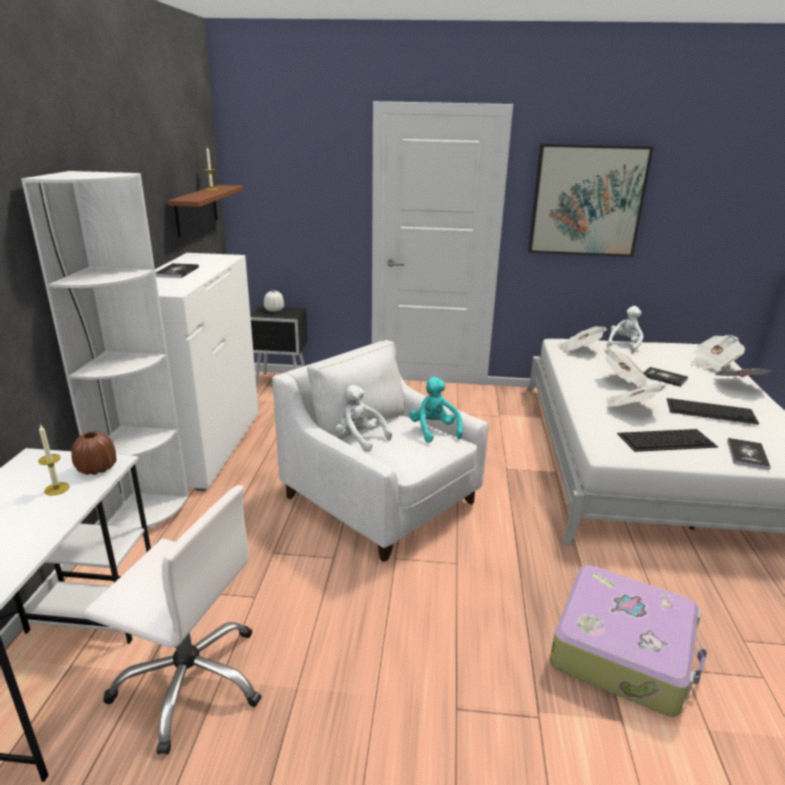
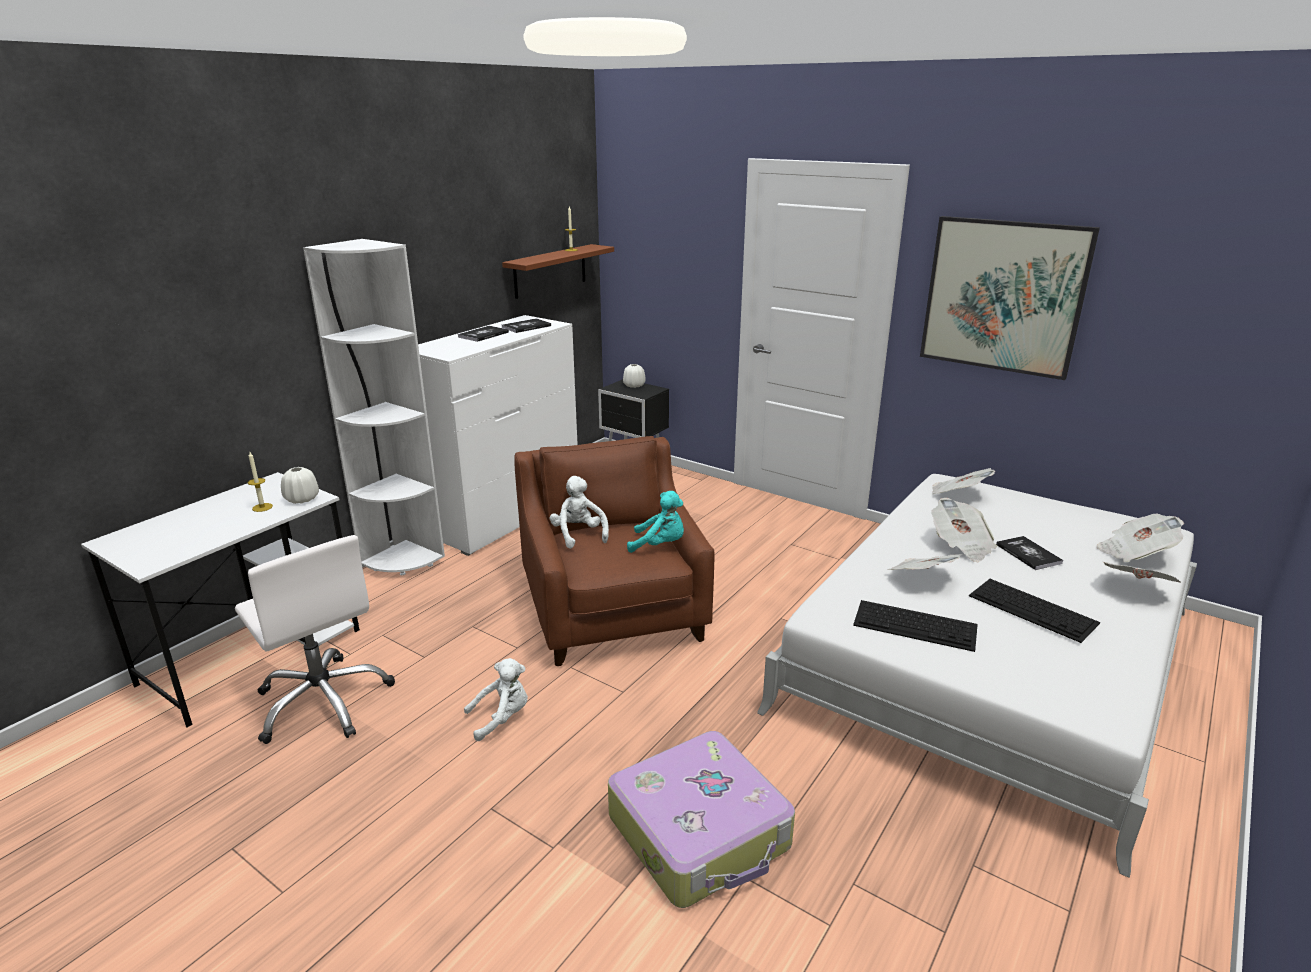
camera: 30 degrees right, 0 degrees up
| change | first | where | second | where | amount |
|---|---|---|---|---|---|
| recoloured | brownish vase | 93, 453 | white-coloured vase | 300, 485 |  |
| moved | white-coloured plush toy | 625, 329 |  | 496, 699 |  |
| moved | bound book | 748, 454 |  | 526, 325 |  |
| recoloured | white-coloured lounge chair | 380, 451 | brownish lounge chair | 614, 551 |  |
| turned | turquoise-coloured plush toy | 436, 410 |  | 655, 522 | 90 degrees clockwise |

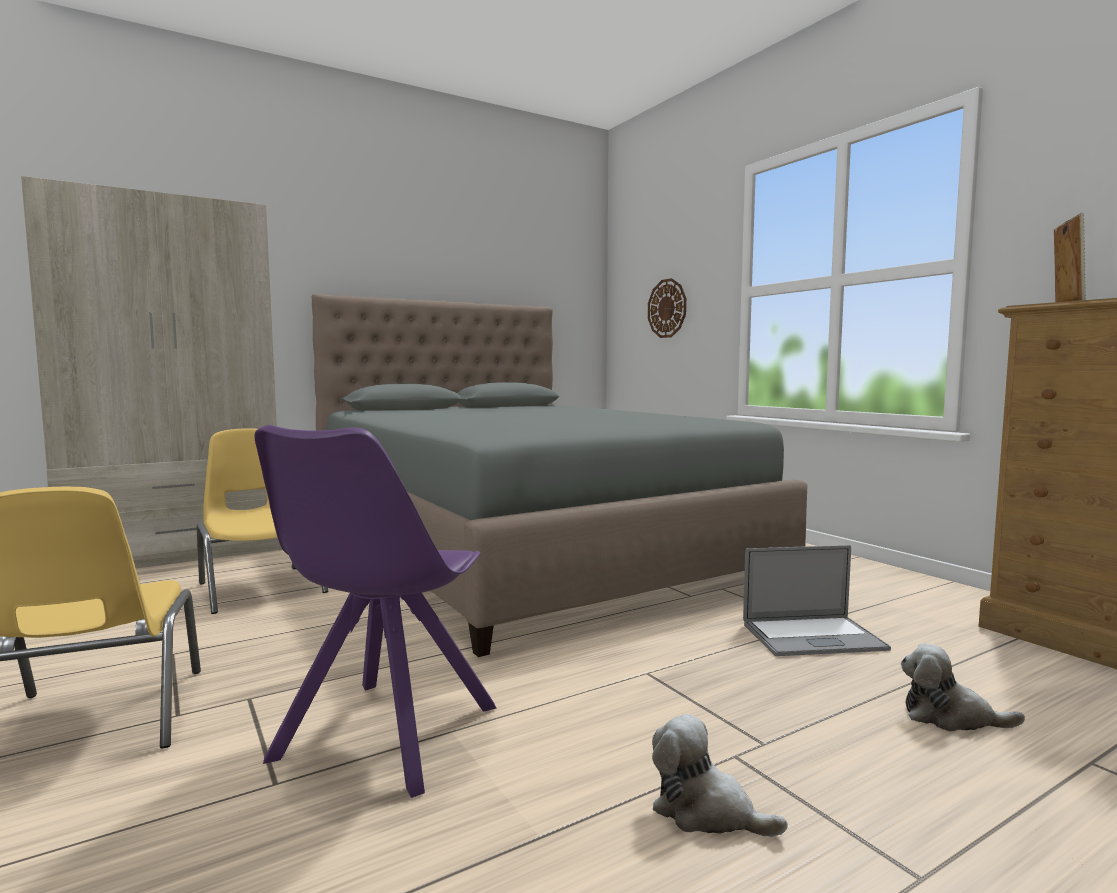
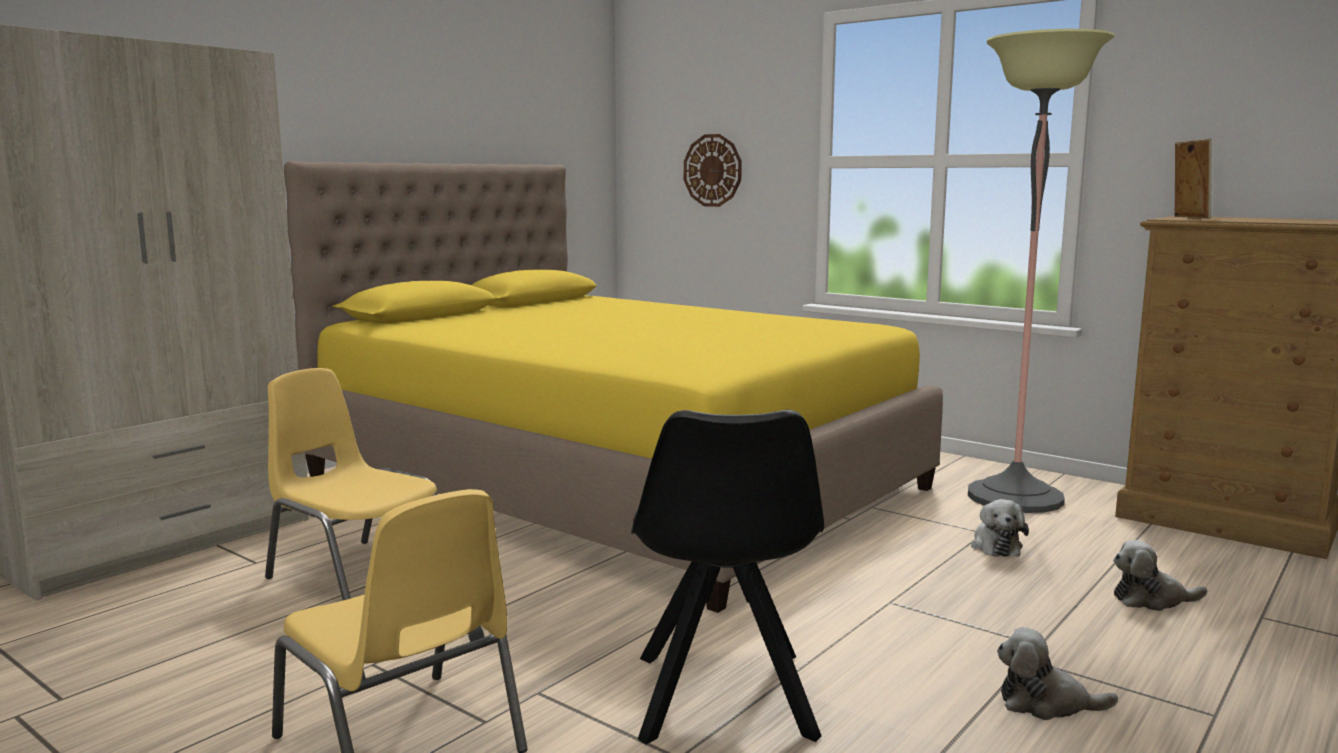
camera: 20 degrees left, 5 degrees up
| change | first | where | second | where | amount |
|---|---|---|---|---|---|
| recoloured | greyish bedroom bed | 560, 475 | yellowish bedroom bed | 613, 387 |  |
| recoloured | purplish plain chair | 375, 611 | blackish plain chair | 727, 577 |  |
| added |  |  | standing lamp | 1041, 271 |  |
| replaced | portable computer | 817, 600 | plush toy | 1000, 528 |  |

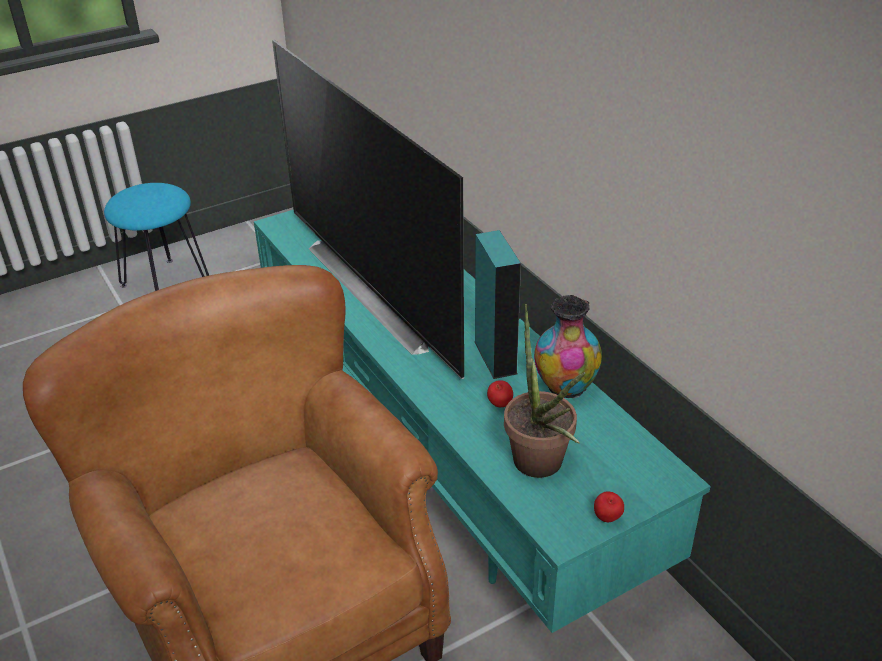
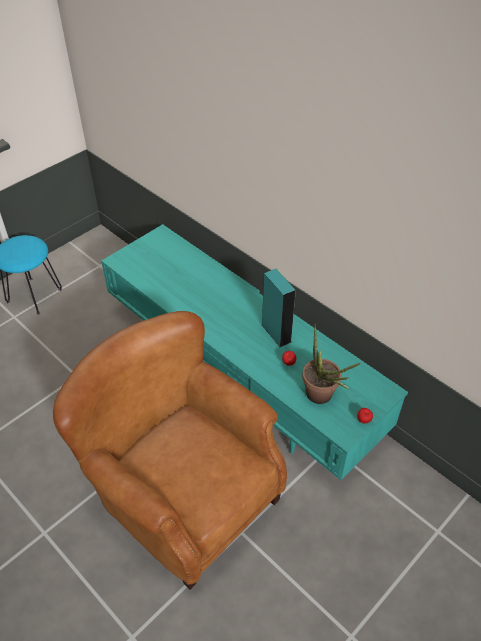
camera: 15 degrees left, 10 degrees up
| change | first | where | second | where | amount |
|---|---|---|---|---|---|
| removed | television | 368, 209 |  |  |  |
| removed | vase | 568, 347 |  |  |  |

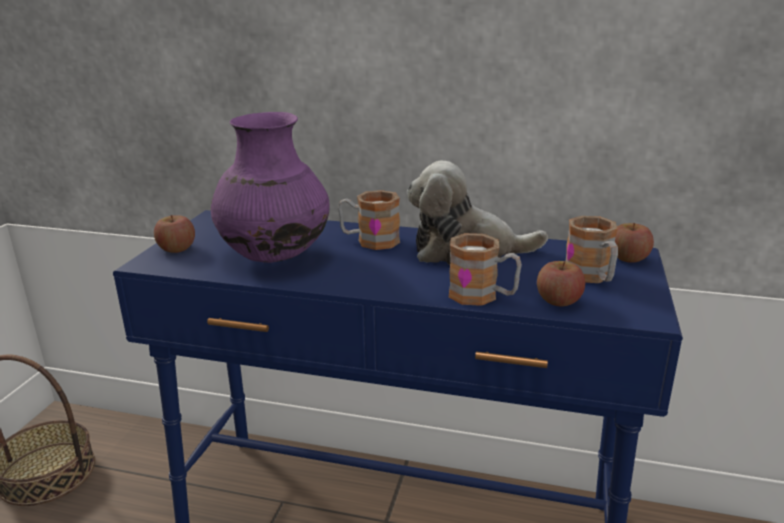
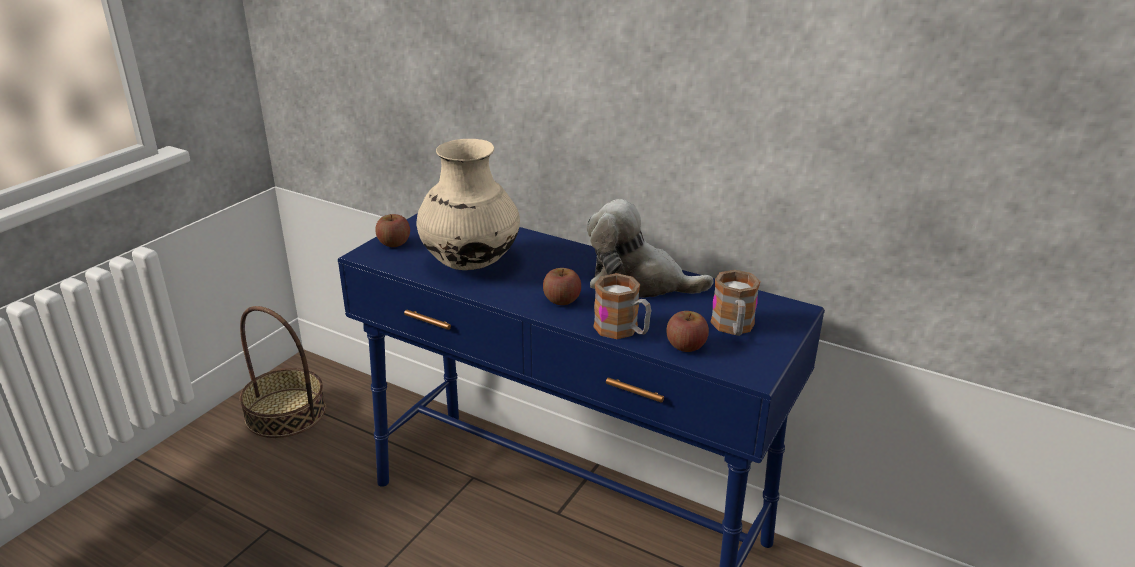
camera: 15 degrees right, 5 degrees up
| change | first | where | second | where | amount |
|---|---|---|---|---|---|
| recoloured | purplish vase | 270, 187 | beige vase | 468, 204 |  |
| moved | whole apple | 634, 243 |  | 562, 286 |  |
| removed | tea mug | 369, 220 |  |  |  |

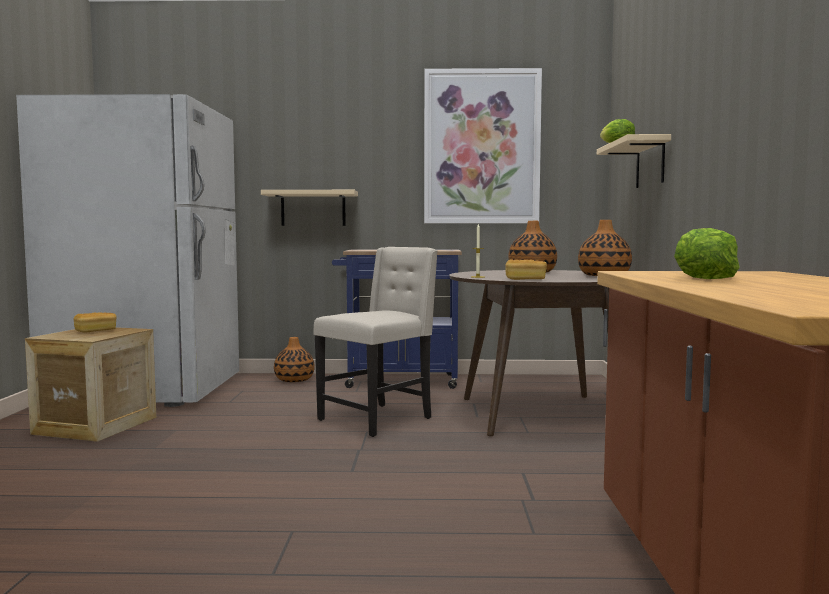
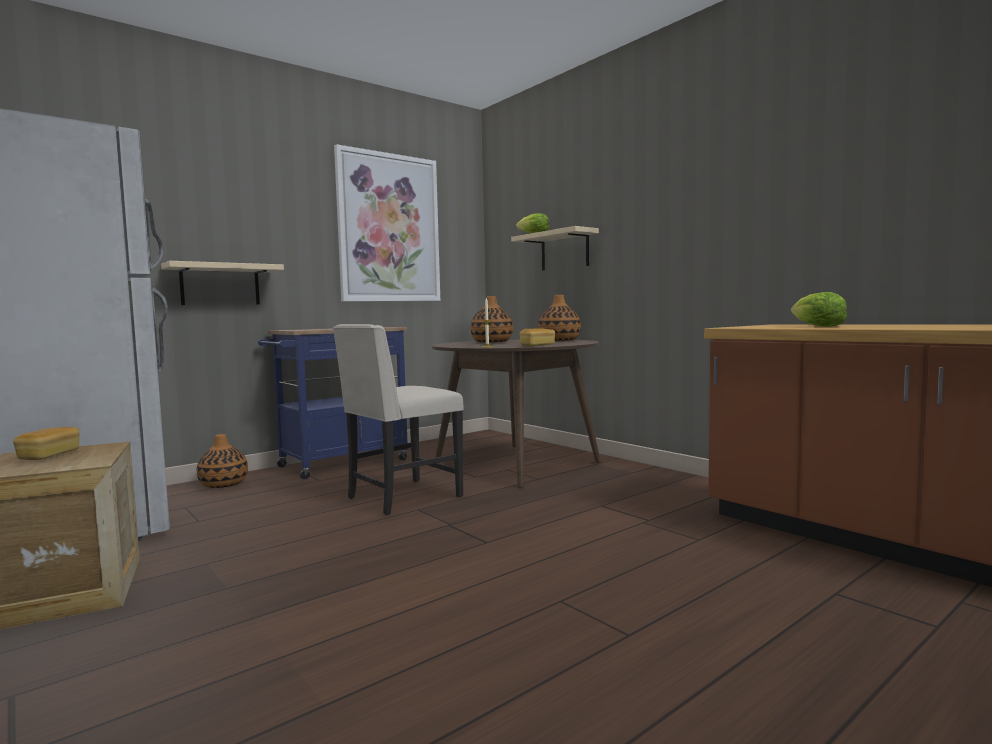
camera: 40 degrees left, 0 degrees up
| change | first | where | second | where | amount |
|---|---|---|---|---|---|
| turned | beige plain chair | 376, 342 |  | 398, 419 | 135 degrees counterclockwise |

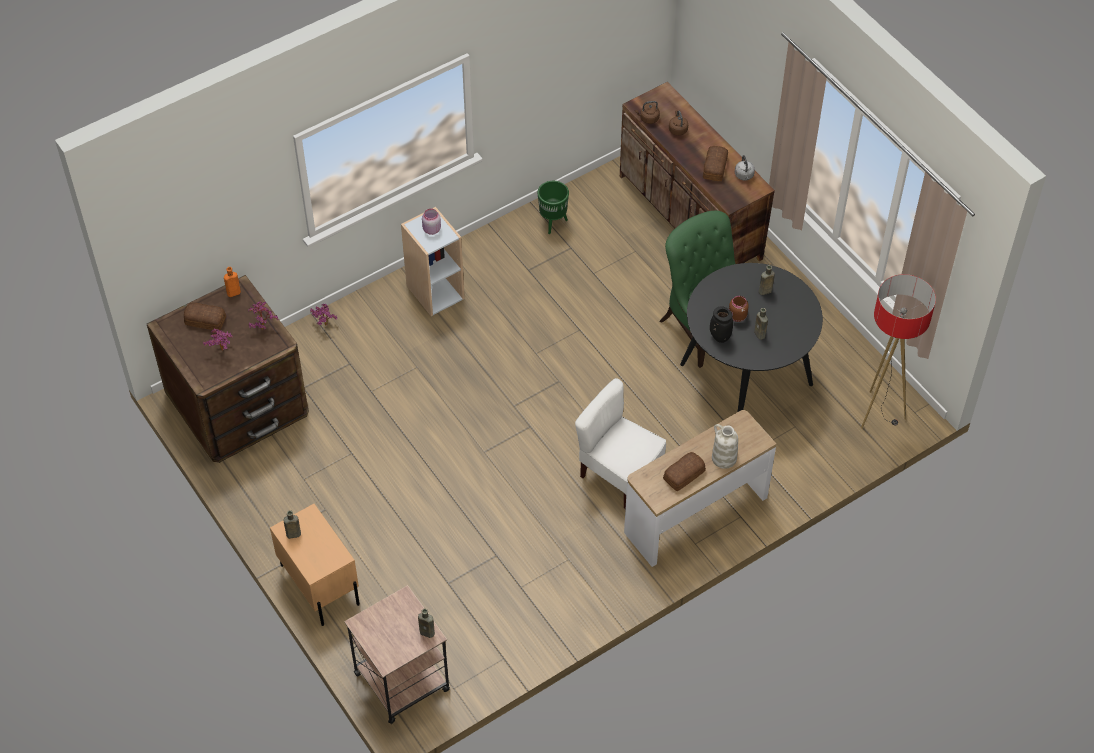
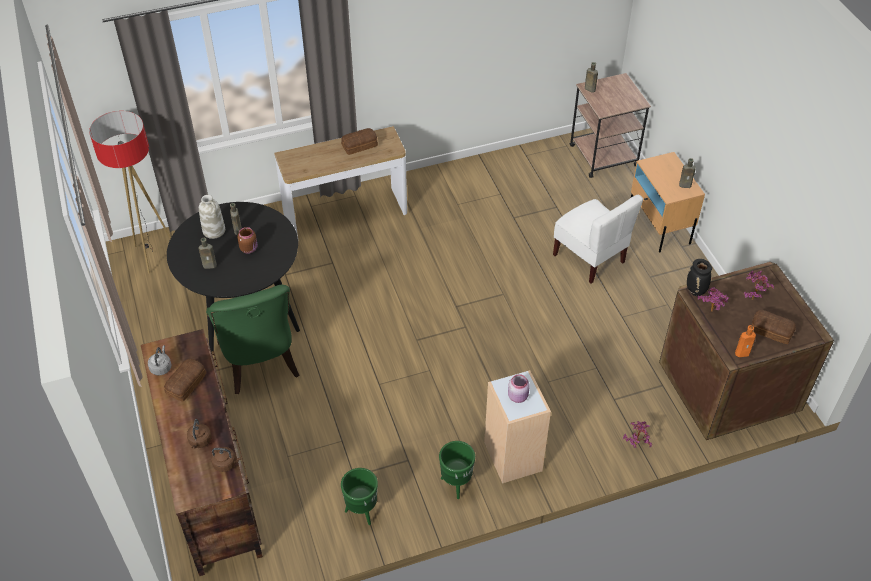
camera: 165 degrees left, 5 degrees down
| change | first | where | second | where | amount |
|---|---|---|---|---|---|
| moved | white-coloured vase | 725, 446 |  | 212, 217 |  |
| added |  |  | green-coloured flower pot | 457, 470 |  |
| moved | white-coloured plain chair | 620, 443 |  | 598, 239 |  |
| moved | blackish vase | 721, 324 |  | 699, 277 |  |

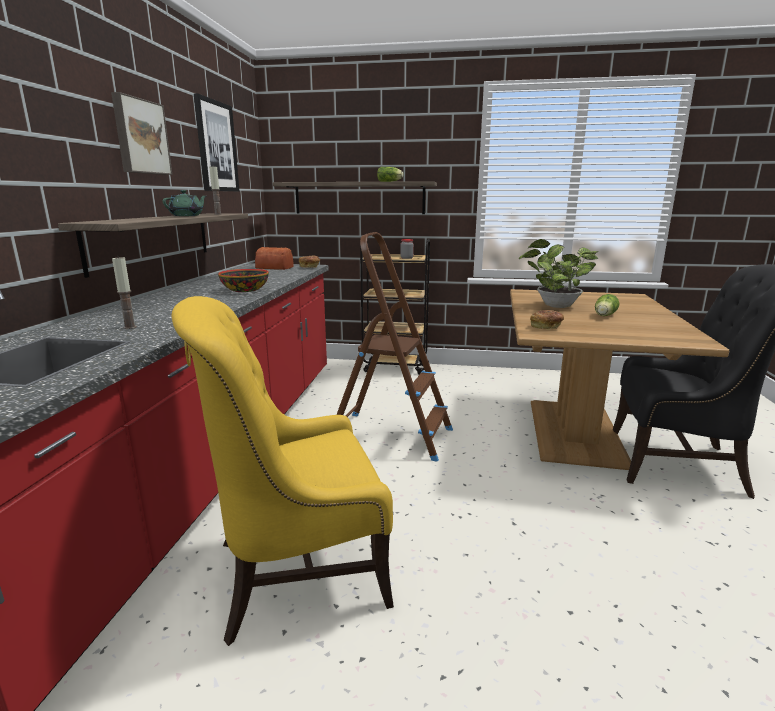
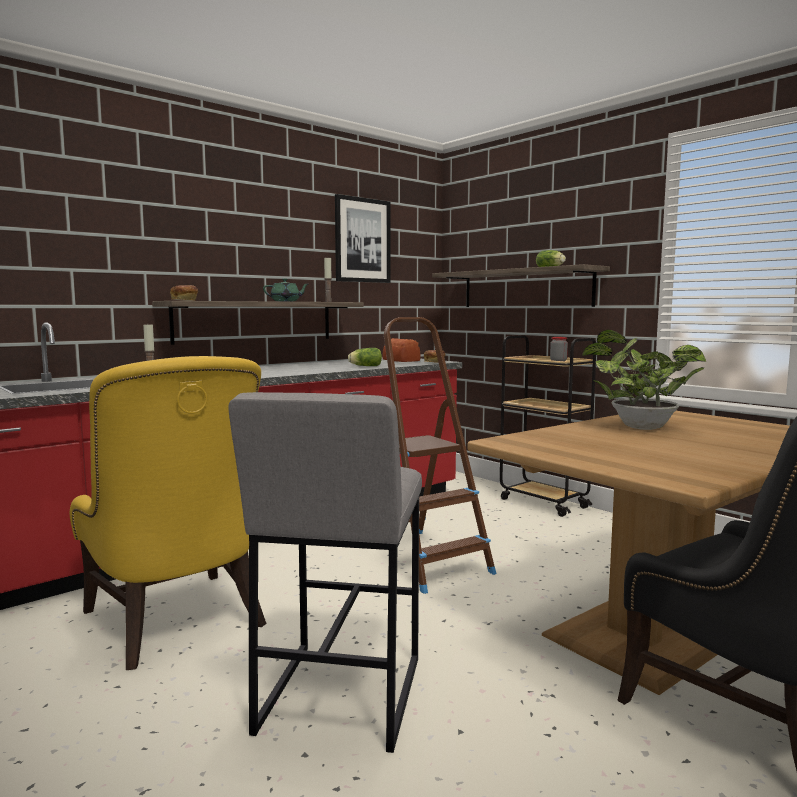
camera: 40 degrees right, 10 degrees down
| change | first | where | second | where | amount |
|---|---|---|---|---|---|
| turned | yellowish plain chair | 283, 471 |  | 168, 513 | 150 degrees counterclockwise |
| moved | baked bread | 547, 320 |  | 184, 293 |  |
| added |  |  | greyish stool | 325, 572 |  |
| moved | head of lettuce | 607, 305 |  | 365, 357 |  |
| removed | wall art | 141, 133 |  |  |  |
| removed | bowl | 243, 280 |  |  |  |

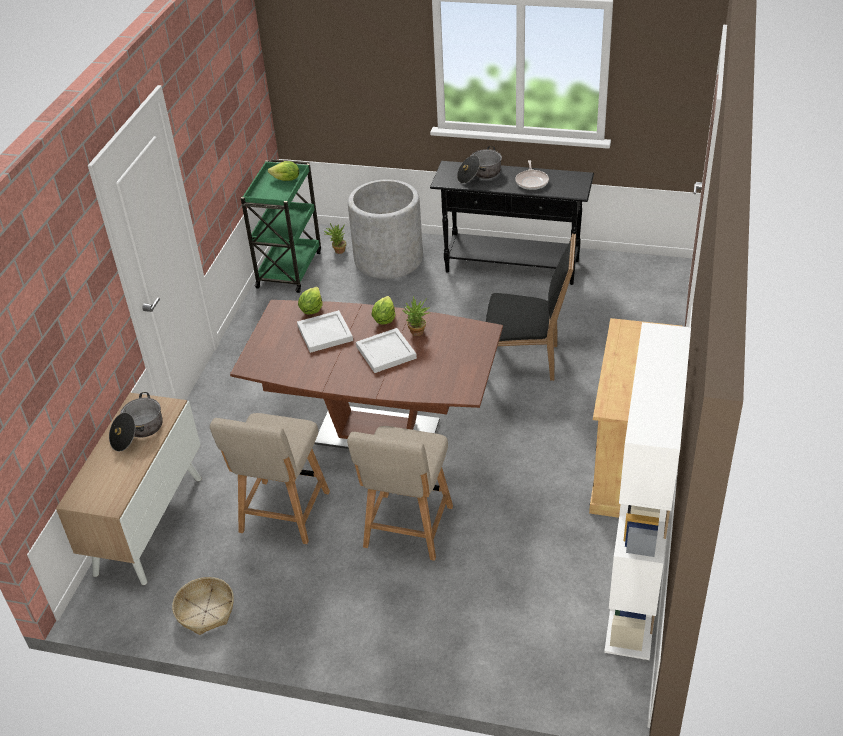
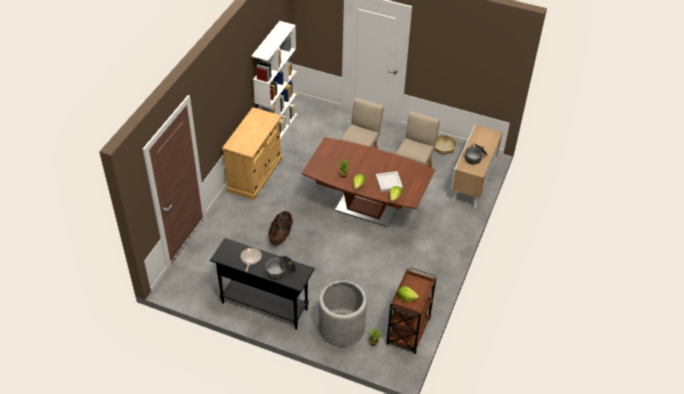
camera: 175 degrees left, 5 degrees up
| change | first | where | second | where | amount |
|---|---|---|---|---|---|
| replaced | blackish plain chair | 531, 307 | household basket | 280, 228 |  |
| recoloured | green-coloured cart | 281, 226 | brownish cart | 411, 310 |  |
| removed | white-coloured serving tray | 386, 350 |  |  |  |

